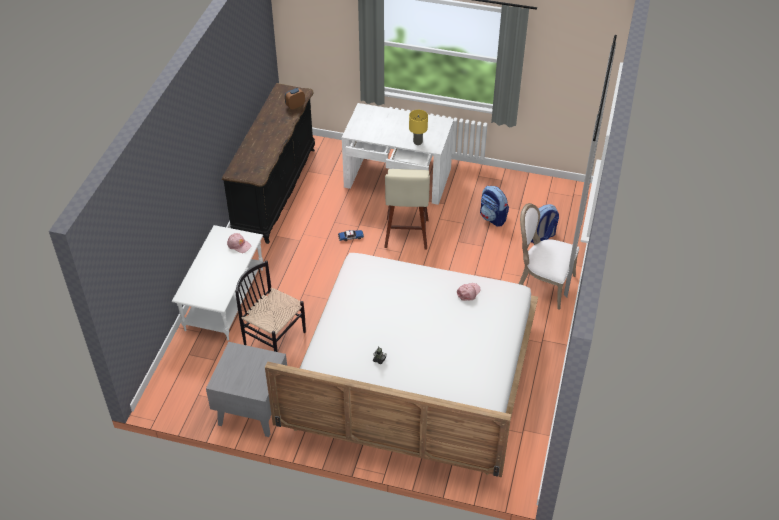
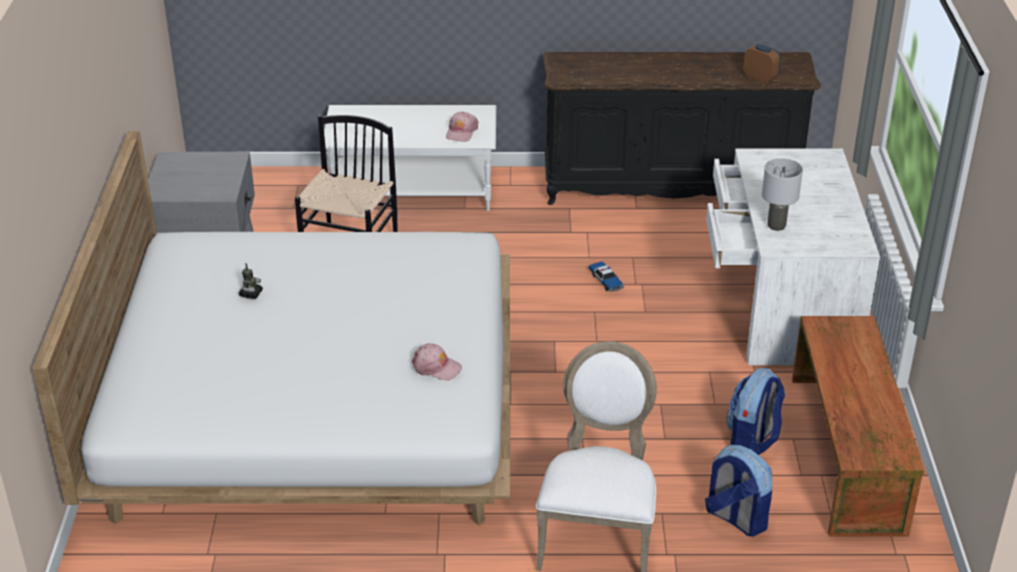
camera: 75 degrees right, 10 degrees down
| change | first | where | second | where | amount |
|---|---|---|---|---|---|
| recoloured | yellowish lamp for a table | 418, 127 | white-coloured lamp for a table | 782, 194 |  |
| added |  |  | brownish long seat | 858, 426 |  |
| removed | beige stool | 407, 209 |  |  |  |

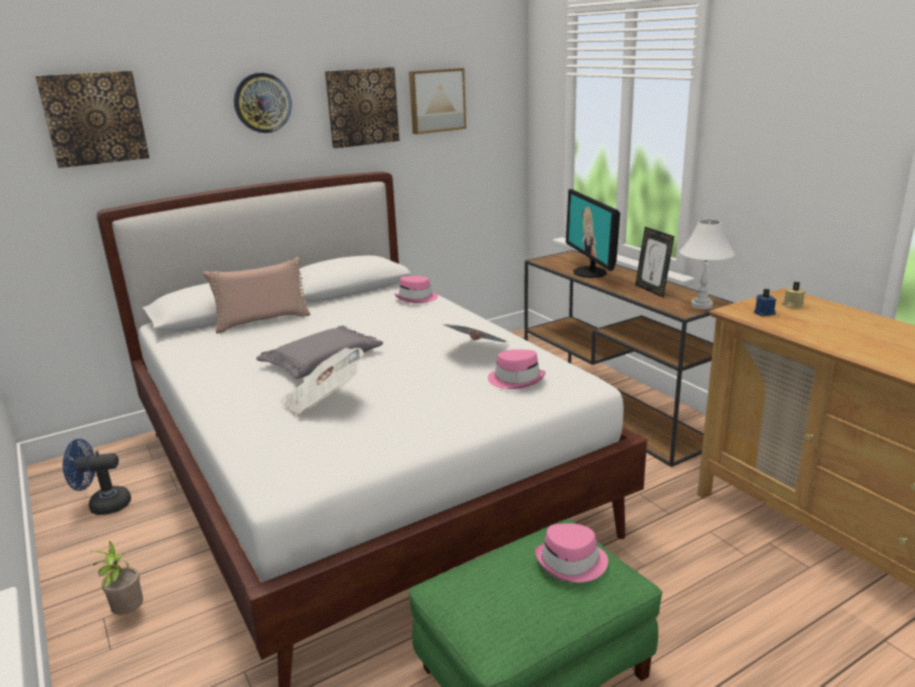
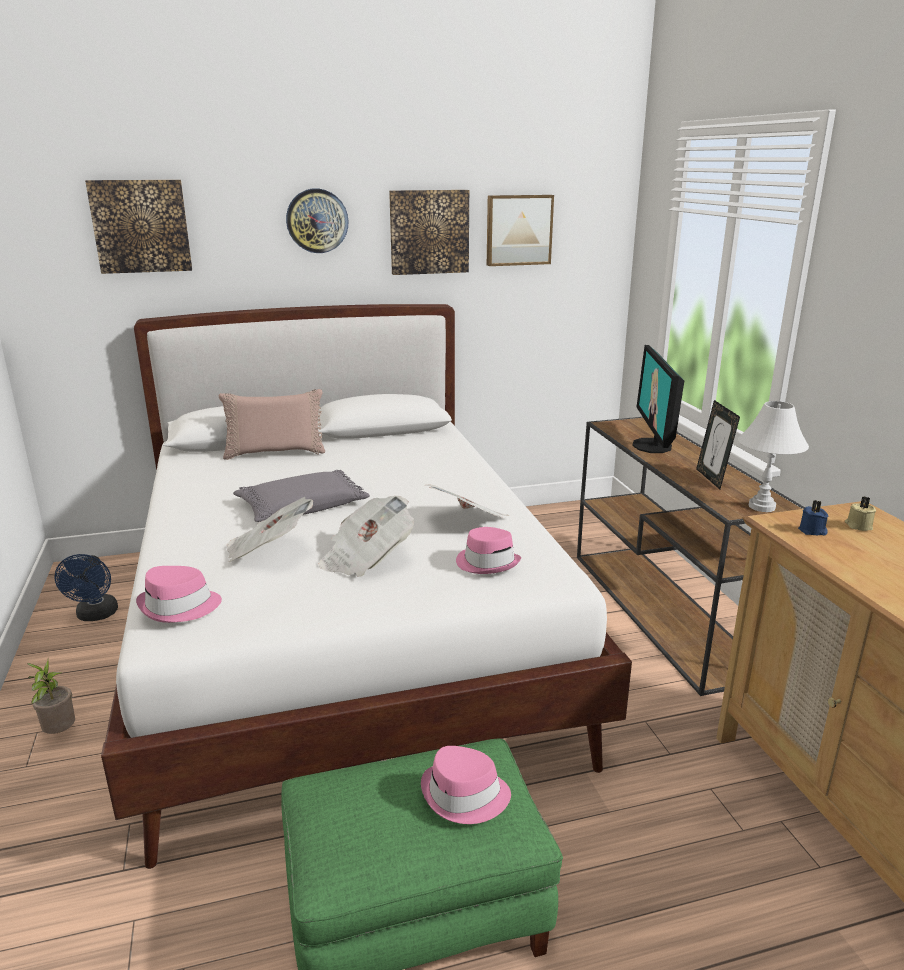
camera: 15 degrees right, 0 degrees up
| change | first | where | second | where | amount |
|---|---|---|---|---|---|
| turned | blue electric fan | 97, 477 |  | 86, 587 | 105 degrees counterclockwise |
| moved | pinkish wearable hat | 416, 289 |  | 179, 594 |  |
| added |  |  | printed paper | 366, 536 |  |

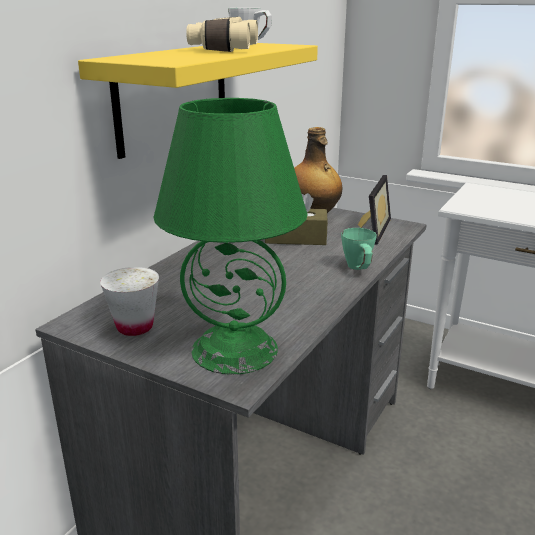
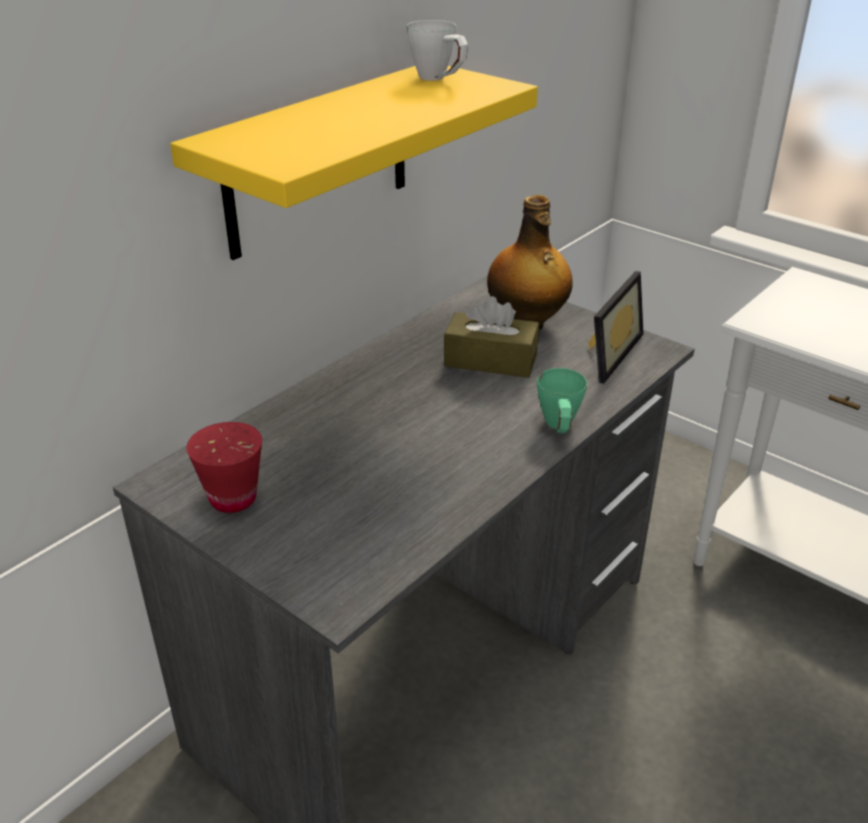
camera: 10 degrees right, 10 degrees up
| change | first | where | second | where | amount |
|---|---|---|---|---|---|
| recoloured | white-coloured drinking cup | 129, 301 | red-coloured drinking cup | 224, 467 |  |
| removed | green-coloured lamp for a table | 231, 236 |  |  |  |
| removed | beige pair of binoculars | 222, 34 |  |  |  |

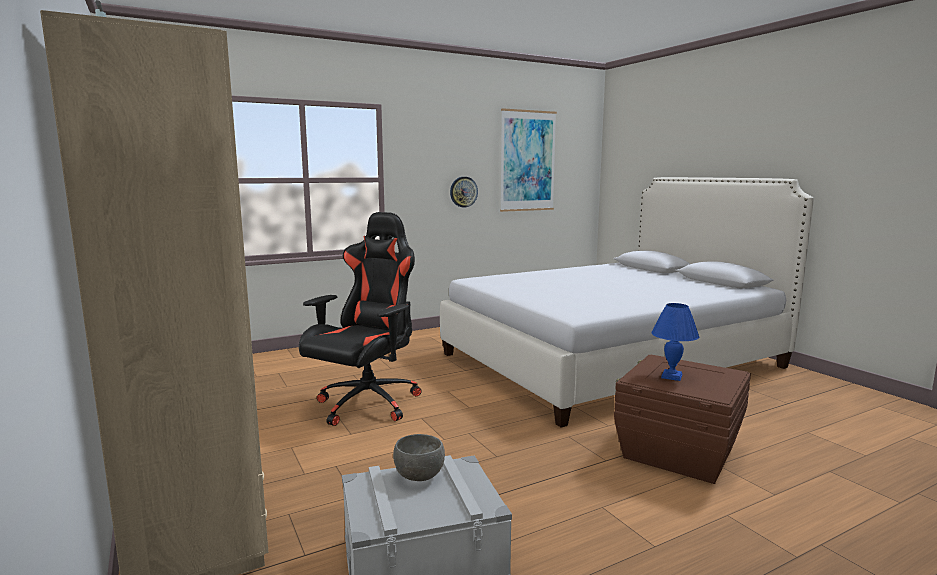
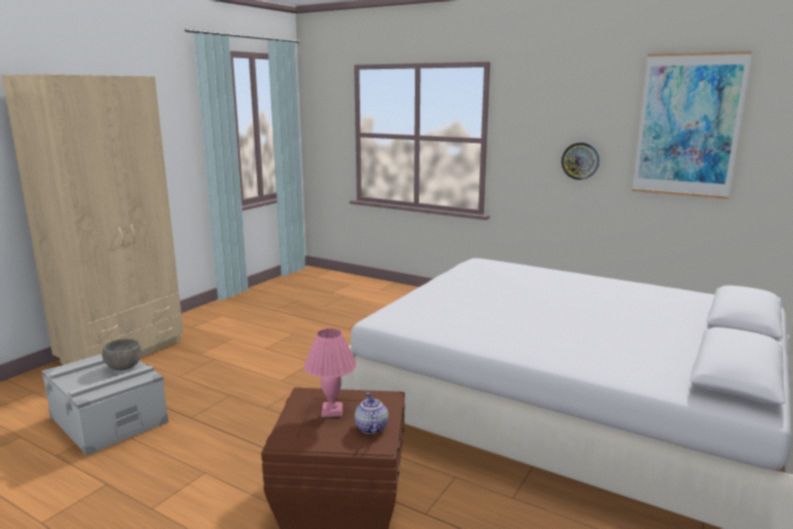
camera: 60 degrees right, 5 degrees up
| change | first | where | second | where | amount |
|---|---|---|---|---|---|
| recoloured | blue lamp for a table | 675, 342 | pinkish lamp for a table | 330, 373 |  |
| added |  |  | teapot | 371, 413 |  |
| removed | blackish desk chair | 360, 319 |  |  |  |

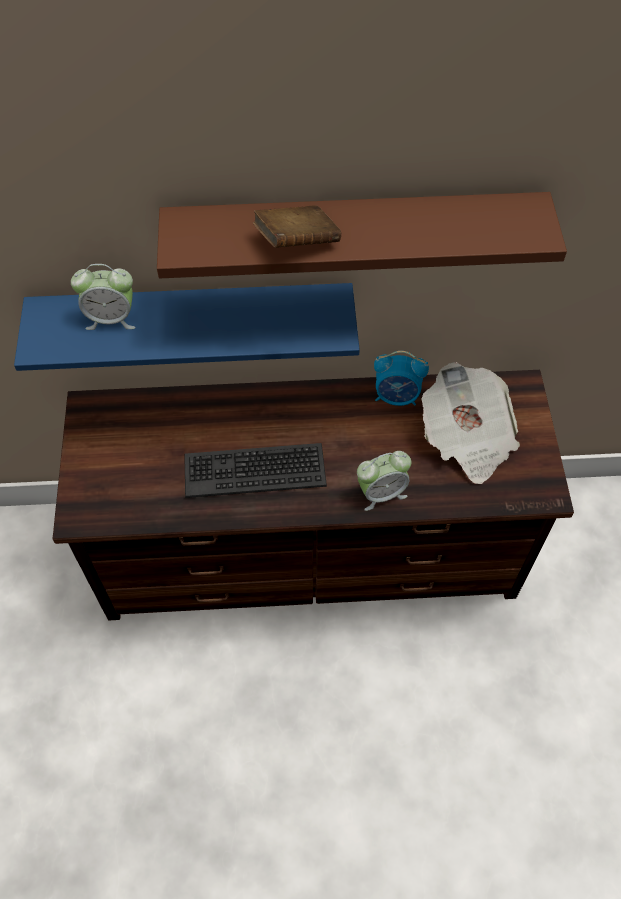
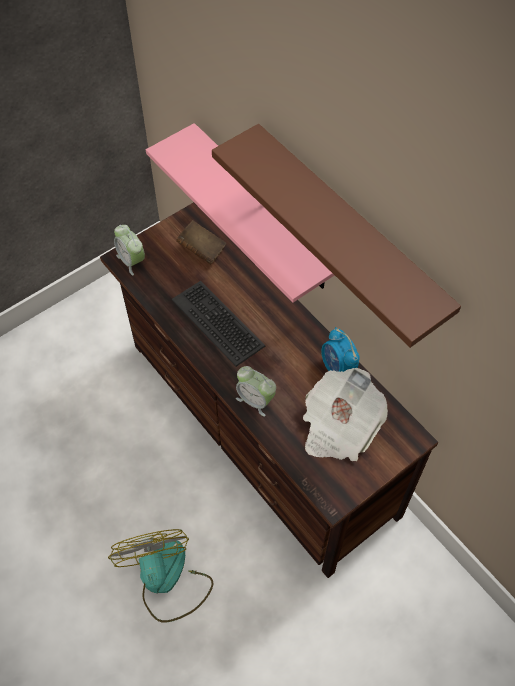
camera: 55 degrees right, 0 degrees up
| change | first | where | second | where | amount |
|---|---|---|---|---|---|
| added |  |  | electric fan | 161, 576 |  |
| moved | alarm clock | 103, 297 |  | 129, 250 |  |
| recoloured | blue wall shelf | 187, 327 | pinkish wall shelf | 240, 213 |  |
| moved | brownish bound book | 297, 226 |  | 201, 242 |  |

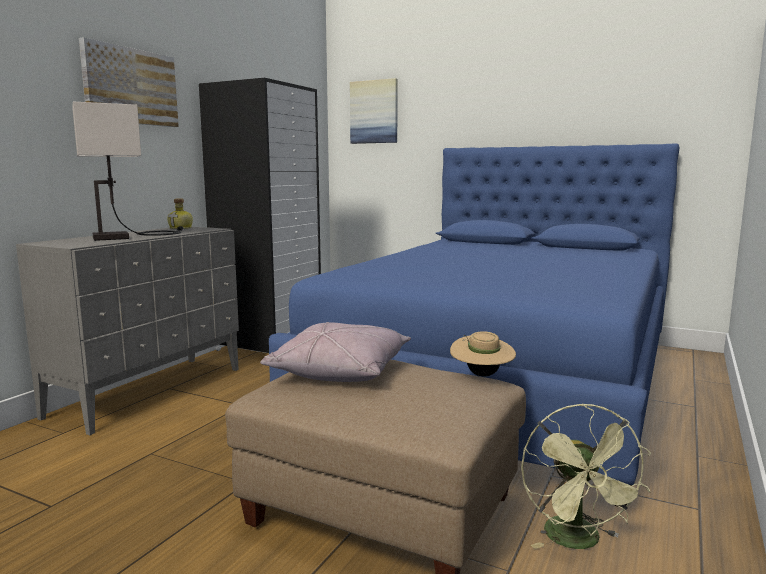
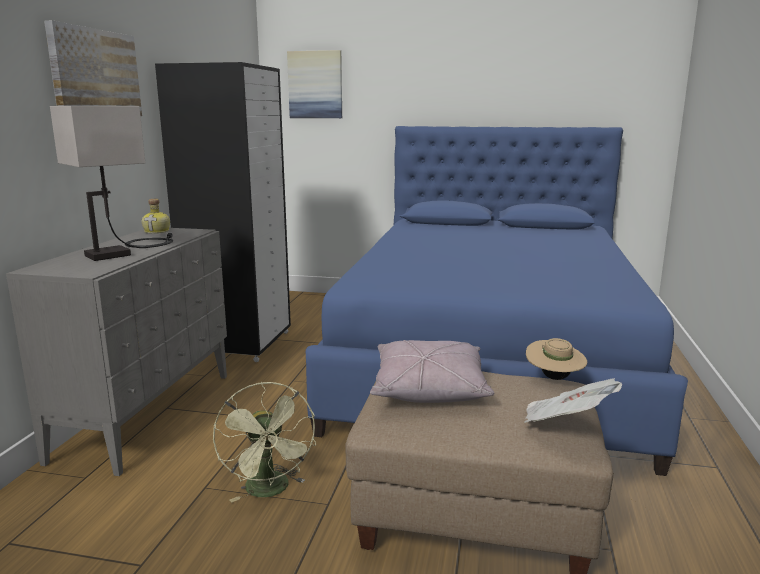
camera: 15 degrees left, 5 degrees up
| change | first | where | second | where | amount |
|---|---|---|---|---|---|
| moved | green-coloured electric fan | 586, 476 |  | 264, 442 |  |
| added |  |  | printed paper | 573, 400 |  |

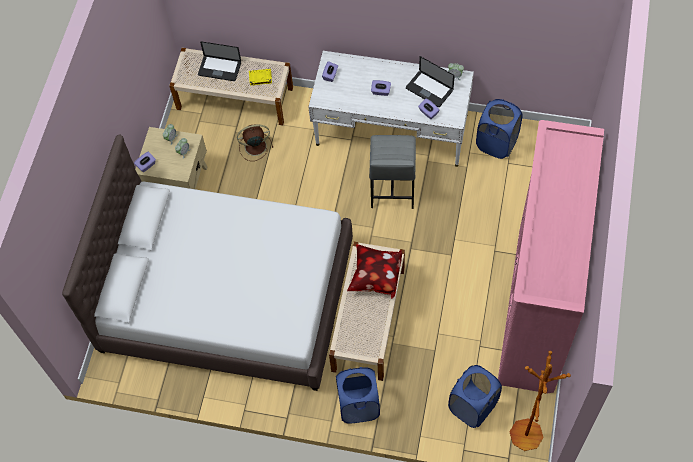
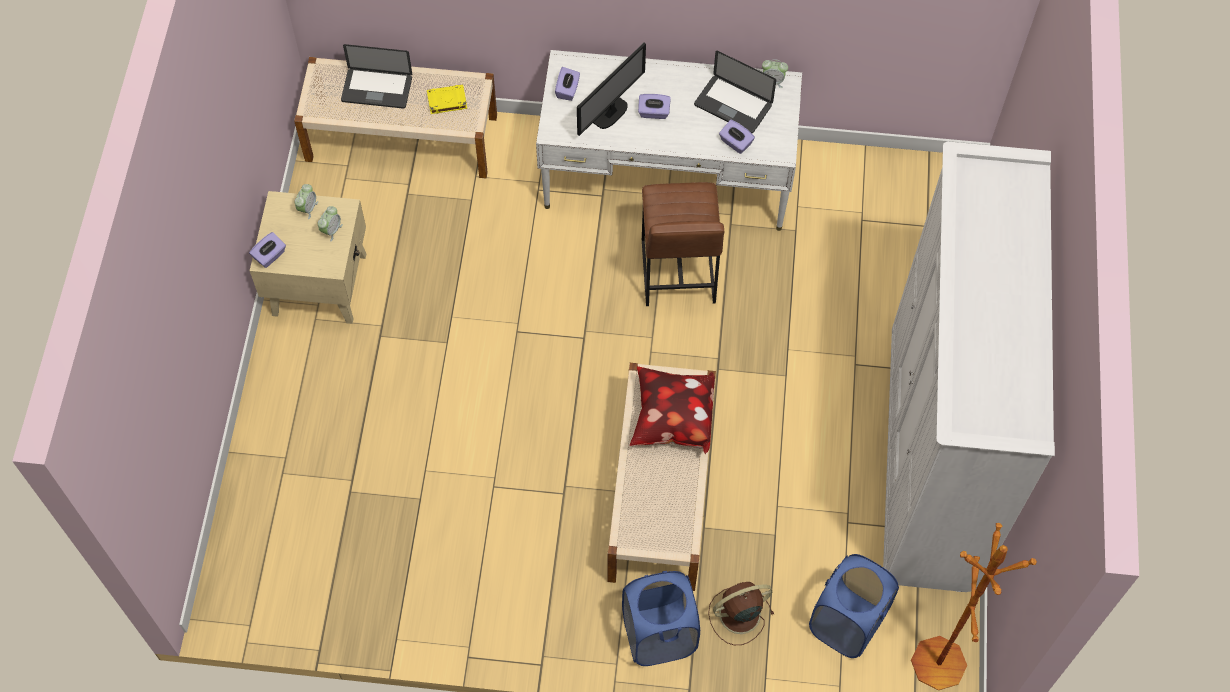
camera: 10 degrees left, 0 degrees up
| change | first | where | second | where | amount |
|---|---|---|---|---|---|
| added |  |  | monitor | 611, 89 |  |
| recoloured | greyish plain chair | 392, 172 | brownish plain chair | 683, 244 |  |
| moved | brownish electric fan | 255, 143 |  | 741, 613 |  |
| recoloured | pinkish clothes cupboard | 551, 256 | white-coloured clothes cupboard | 969, 367 |  |
| removed | white-coloured bedroom bed | 207, 262 |  |  |  |
| removed | blue washing basket | 499, 129 |  |  |  |

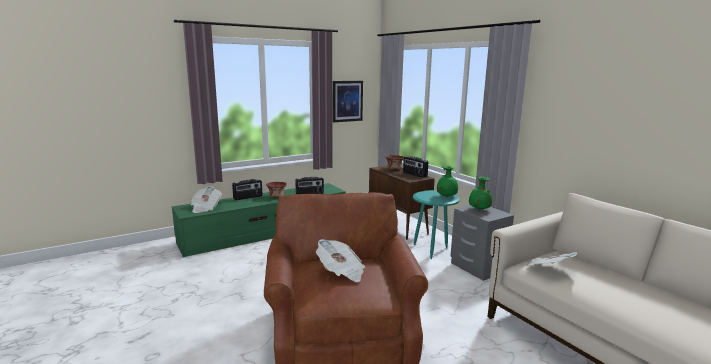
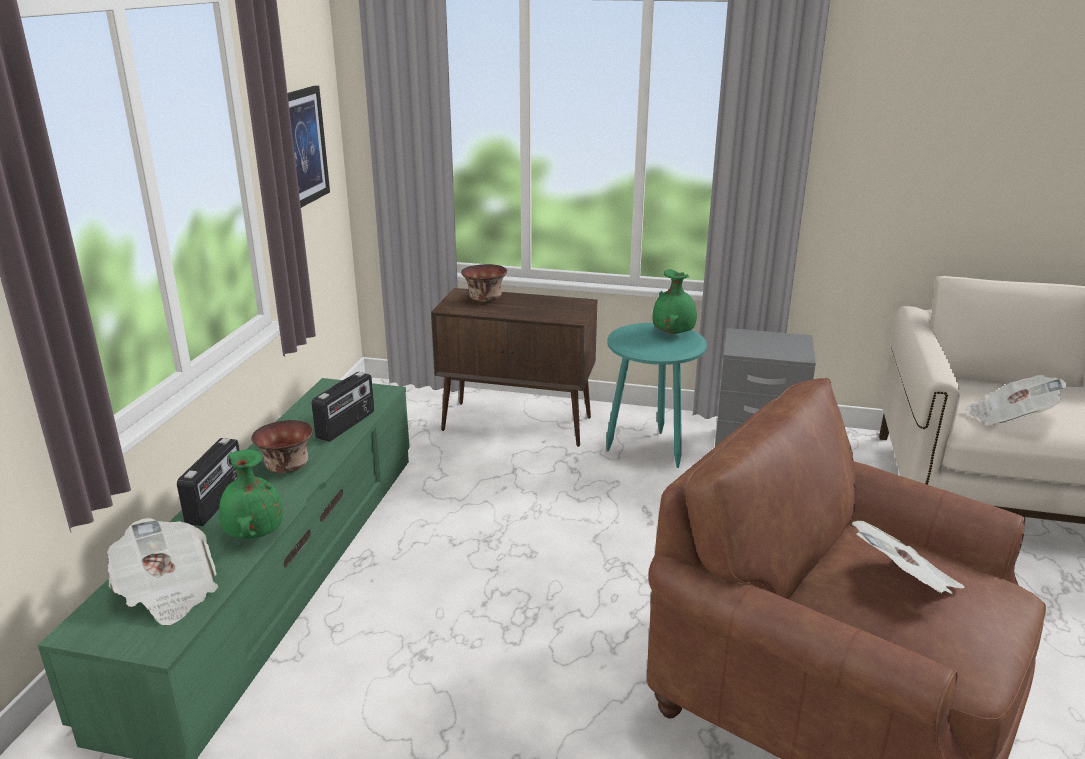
camera: 45 degrees left, 10 degrees up
| change | first | where | second | where | amount |
|---|---|---|---|---|---|
| moved | green-coloured vase | 480, 193 |  | 251, 494 |  |
| removed | radio receiver | 415, 167 |  |  |  |

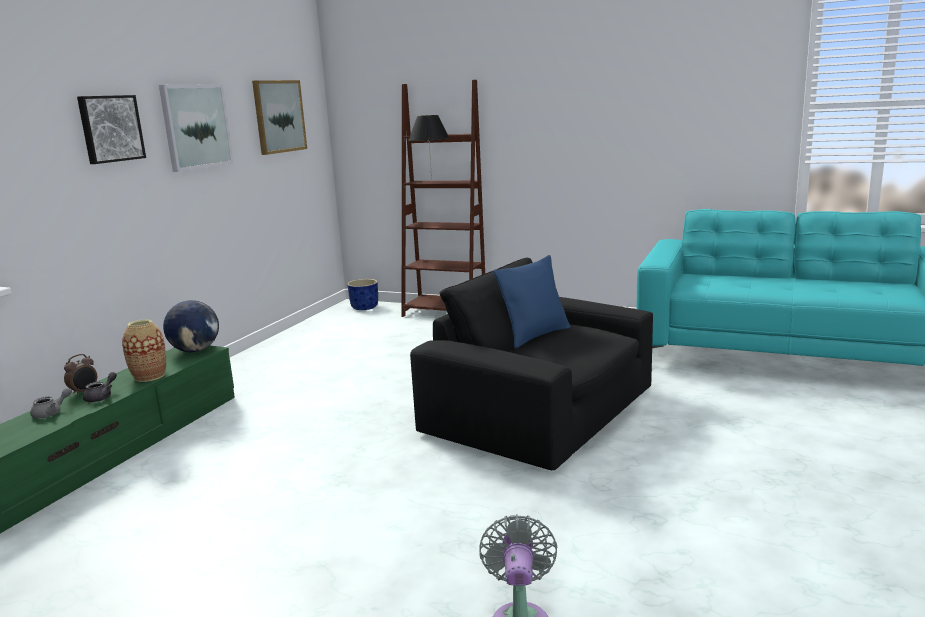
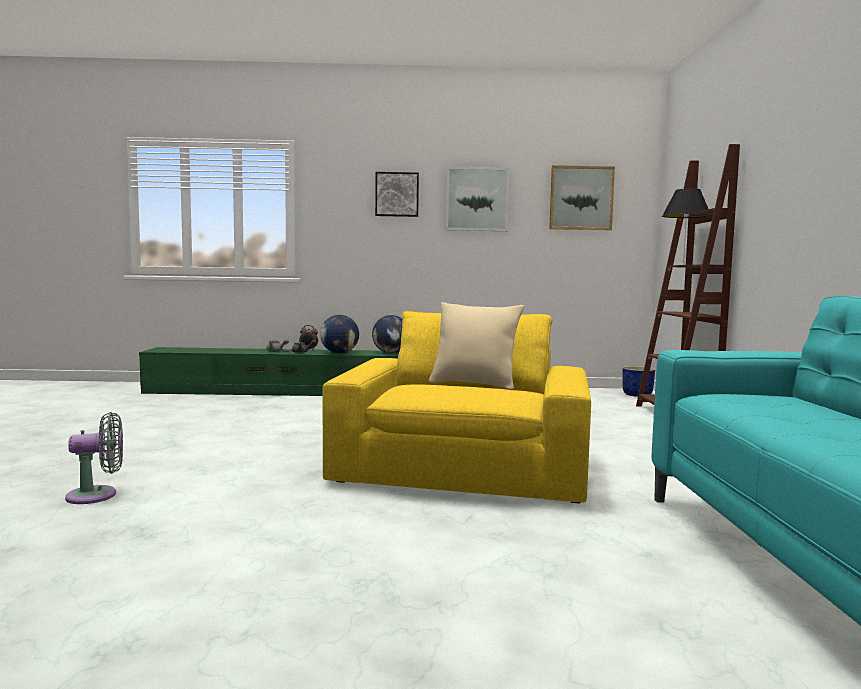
camera: 65 degrees right, 10 degrees down
| change | first | where | second | where | amount |
|---|---|---|---|---|---|
| replaced | vase | 144, 350 | globe | 339, 334 |  |
| recoloured | blackish lounge chair | 531, 364 | yellowish lounge chair | 457, 407 |  |
| recoloured | blue throw pillow | 532, 302 | beige throw pillow | 476, 346 |  |

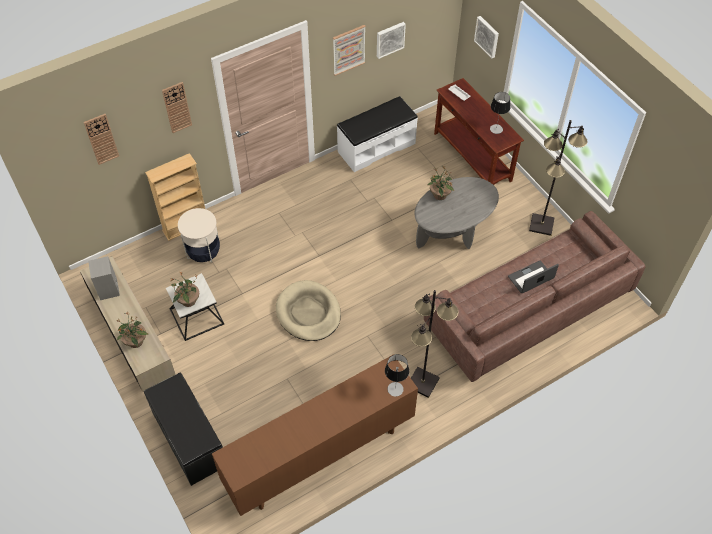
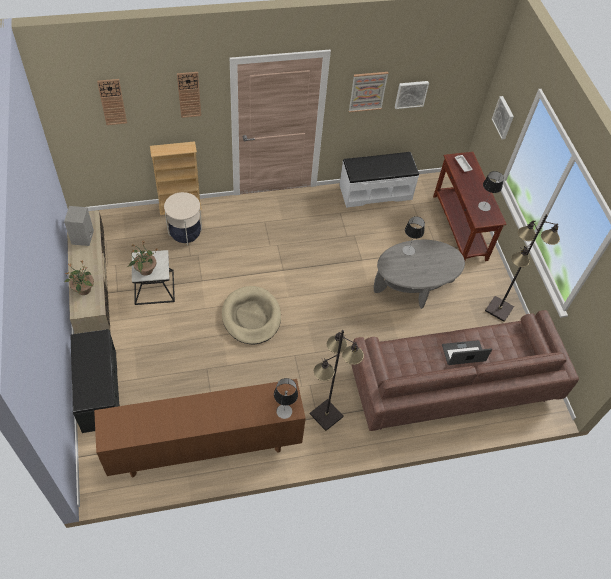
camera: 15 degrees right, 0 degrees up
| change | first | where | second | where | amount |
|---|---|---|---|---|---|
| replaced | potted plant | 440, 183 | lamp for a table | 414, 235 |  |

